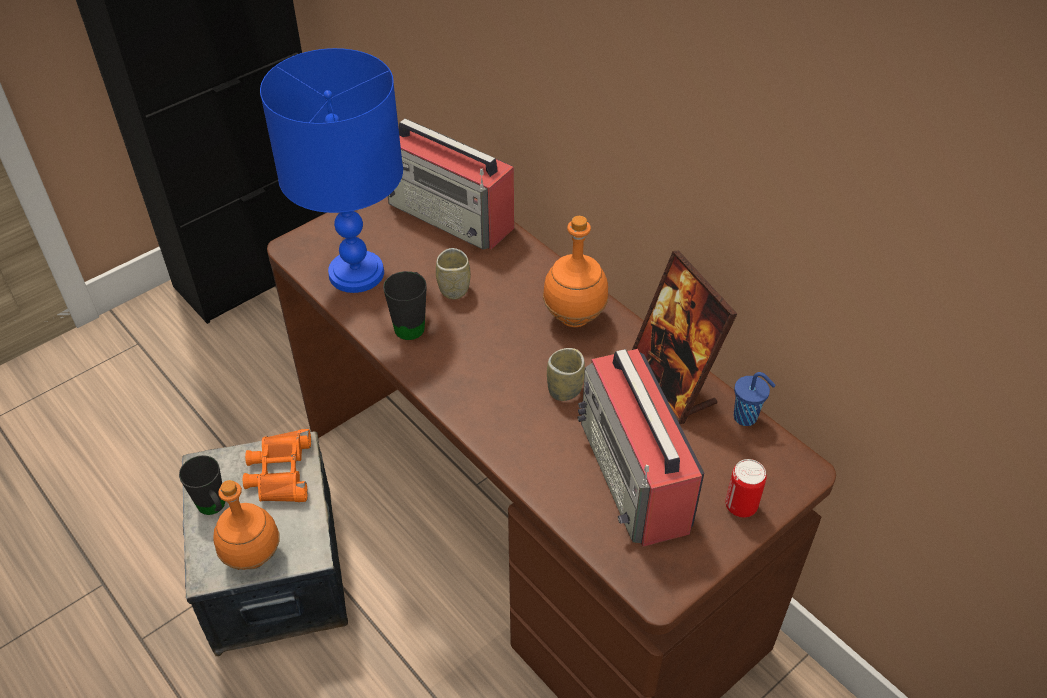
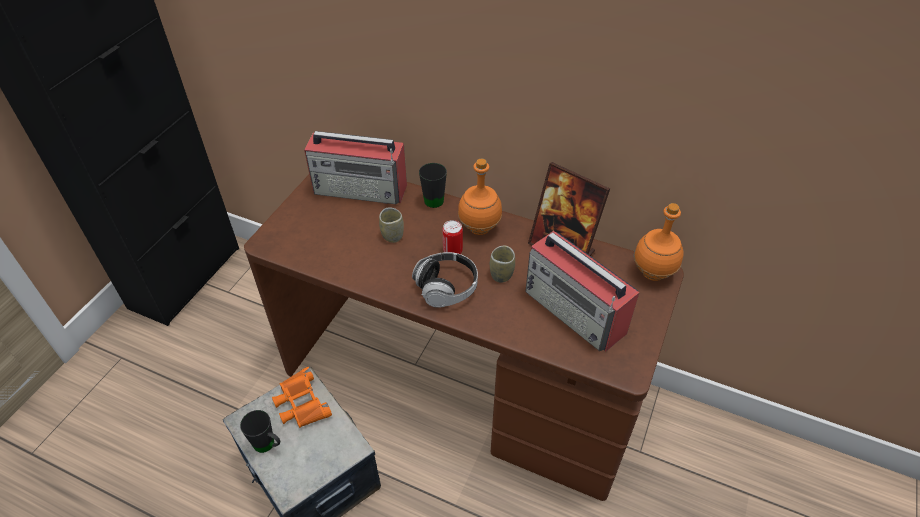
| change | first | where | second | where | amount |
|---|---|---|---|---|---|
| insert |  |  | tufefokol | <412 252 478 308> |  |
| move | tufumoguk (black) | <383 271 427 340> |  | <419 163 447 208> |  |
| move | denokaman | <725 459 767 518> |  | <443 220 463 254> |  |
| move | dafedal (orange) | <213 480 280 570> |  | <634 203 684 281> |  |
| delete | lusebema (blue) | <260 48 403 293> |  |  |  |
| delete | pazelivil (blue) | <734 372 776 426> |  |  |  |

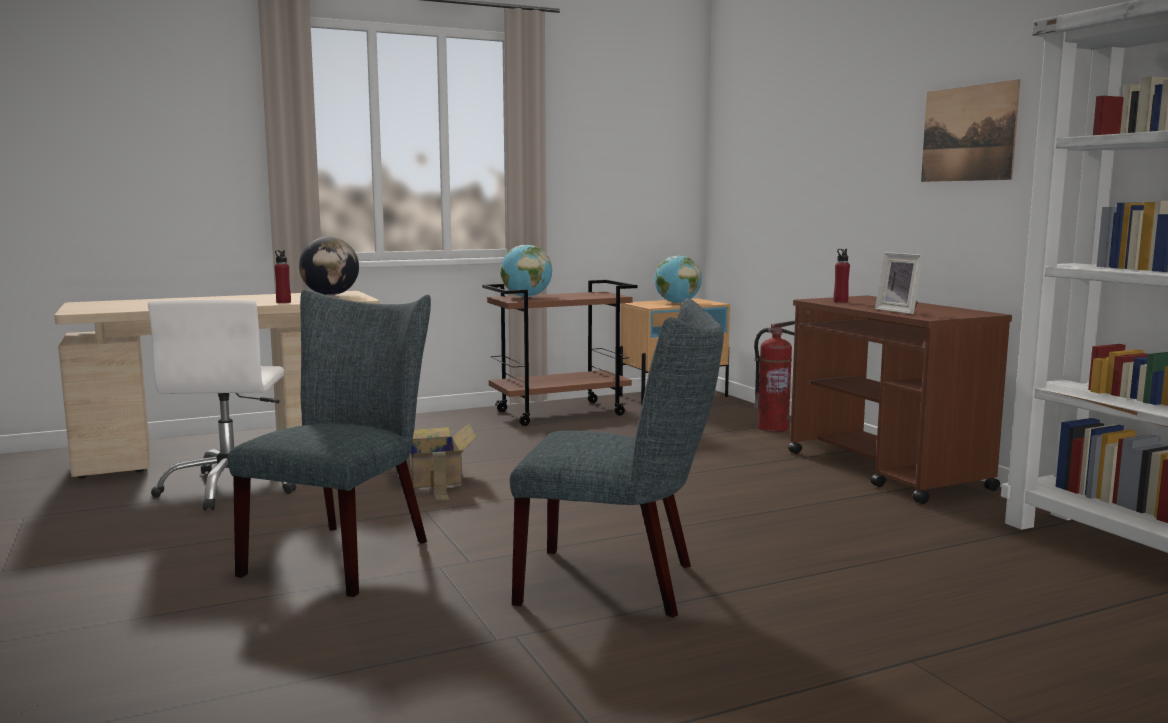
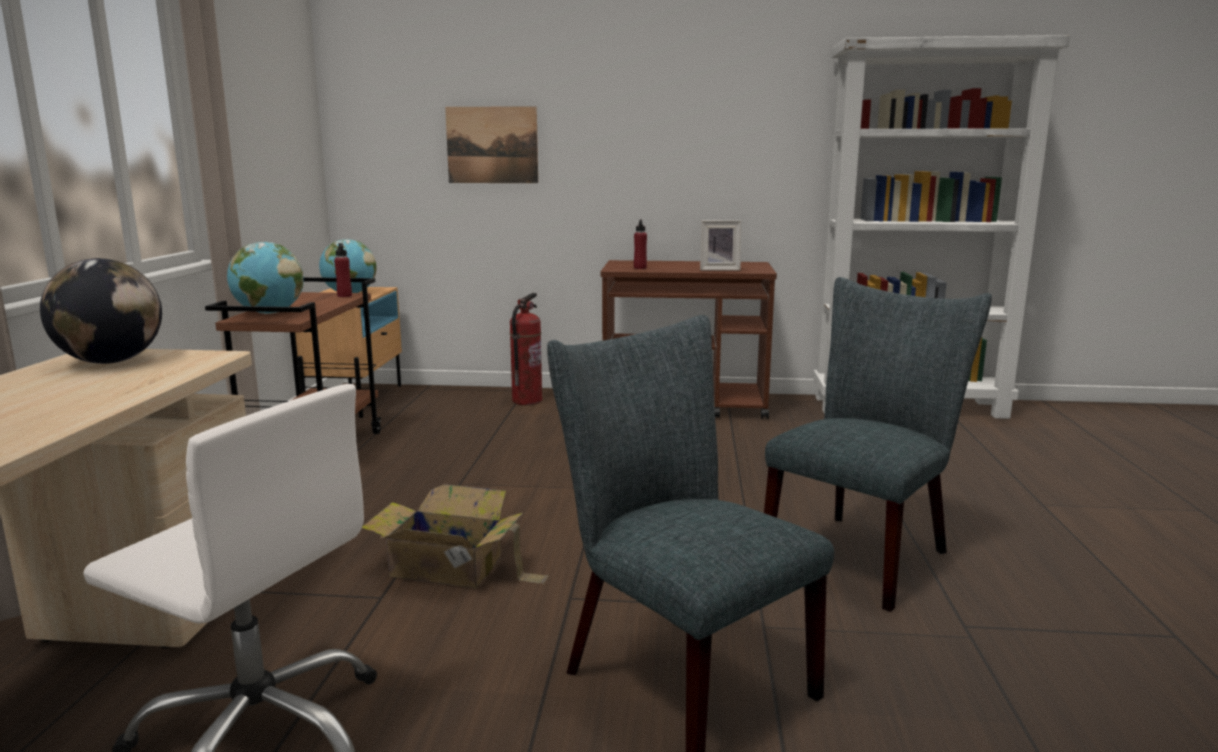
| change | first | where | second | where | amount |
|---|---|---|---|---|---|
| move | dafedal (red) | <274 250 291 303> |  | <334 243 352 297> |  |
| move | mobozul | <921 79 1020 182> |  | <445 106 538 183> |  |

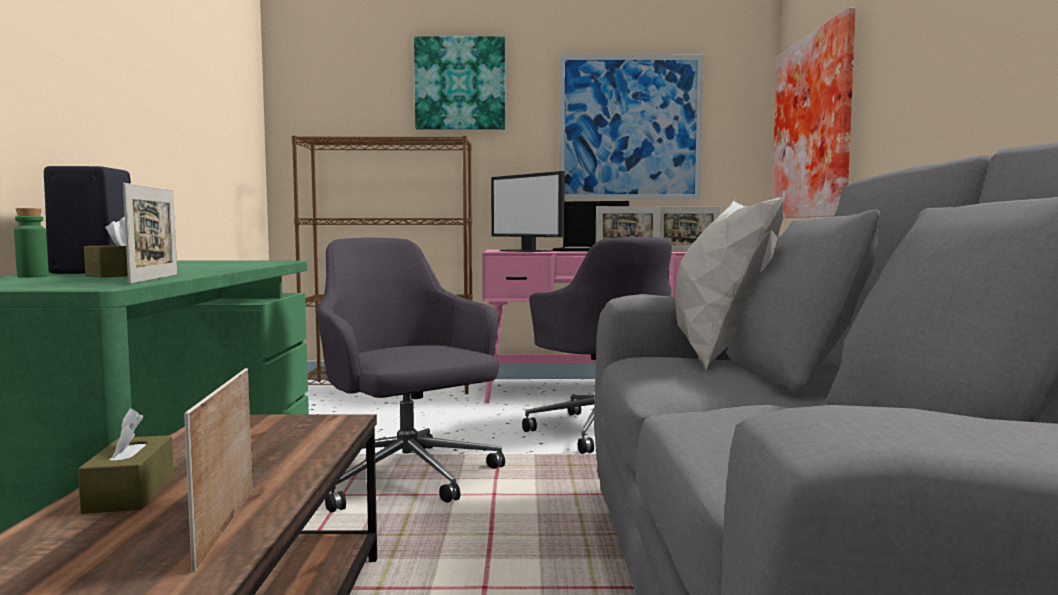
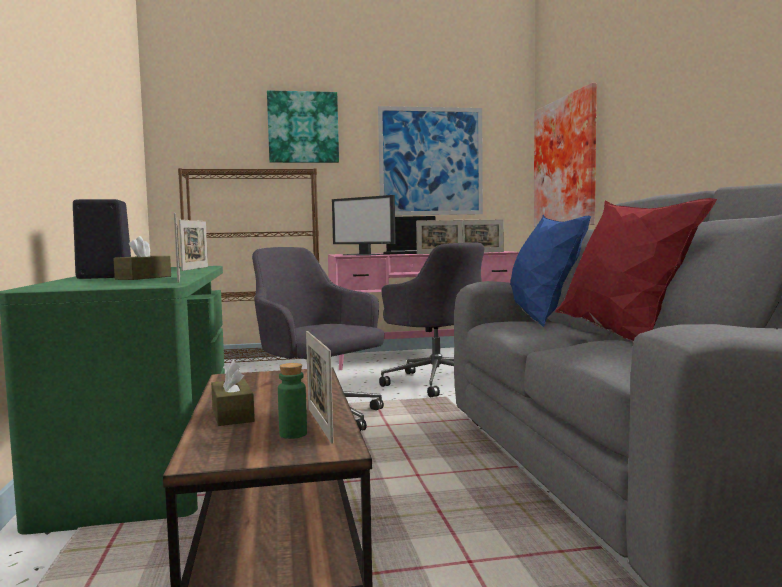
| change | first | where | second | where | amount |
|---|---|---|---|---|---|
| insert |  |  | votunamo | <179 220 208 271> |  |
| move | dafedal (green) | <14 208 49 277> |  | <278 363 307 439> |  |
| recolor | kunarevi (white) | <675 197 784 370> | kunarevi (blue) | <510 215 591 327> |  |
| insert |  |  | kunarevi (red) | <555 198 717 342> |  |

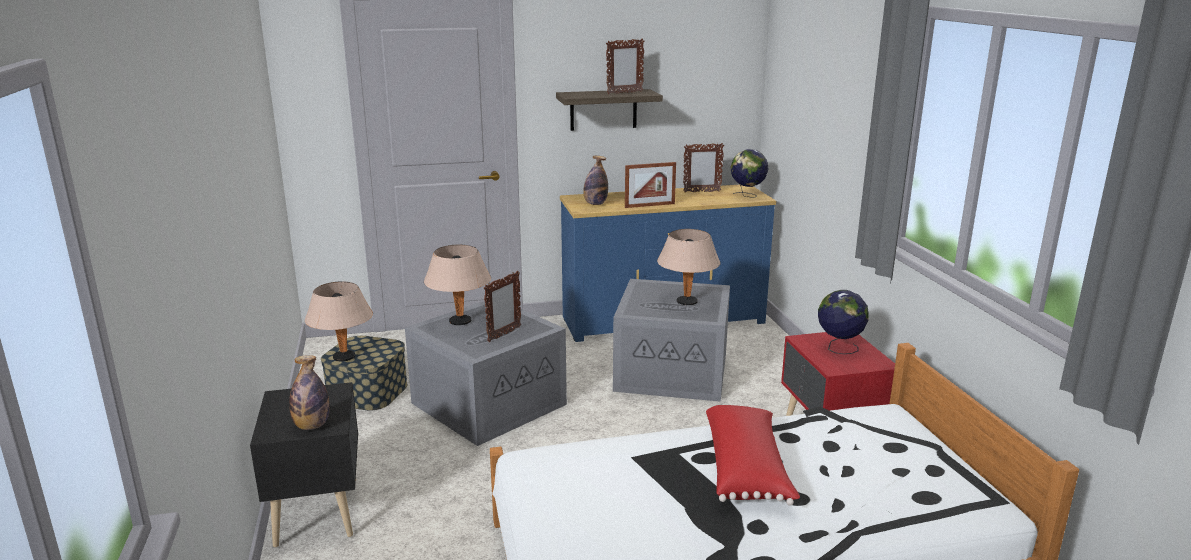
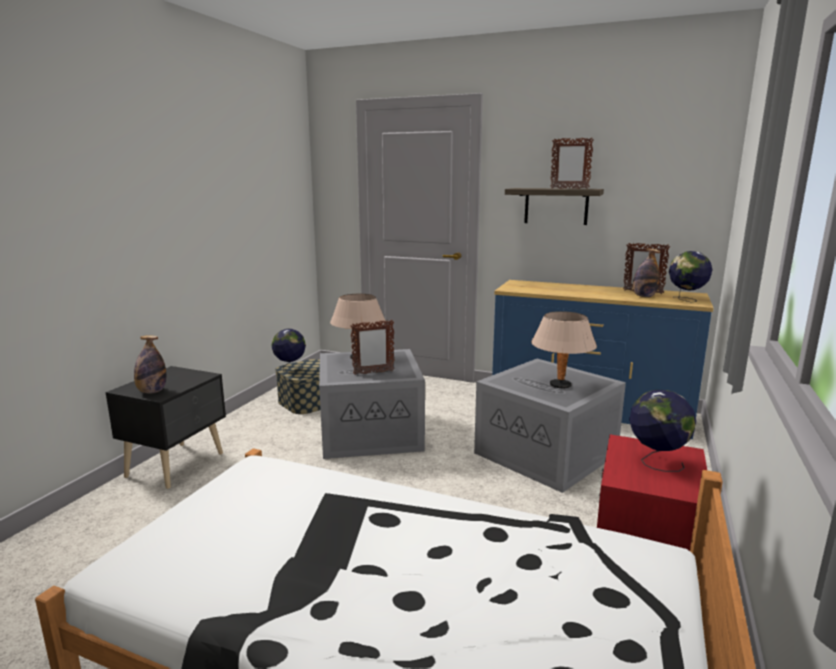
| change | first | where | second | where | amount |
|---|---|---|---|---|---|
| replace | lusebema (beige) | <305 281 373 362> | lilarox | <271 329 306 372> |  |
| move | dafedal | <583 156 608 205> |  | <633 248 660 297> |  |
| delete | votunamo | <625 162 676 208> |  |  |  |
| delete | kunarevi (red) | <706 405 800 506> |  |  |  |

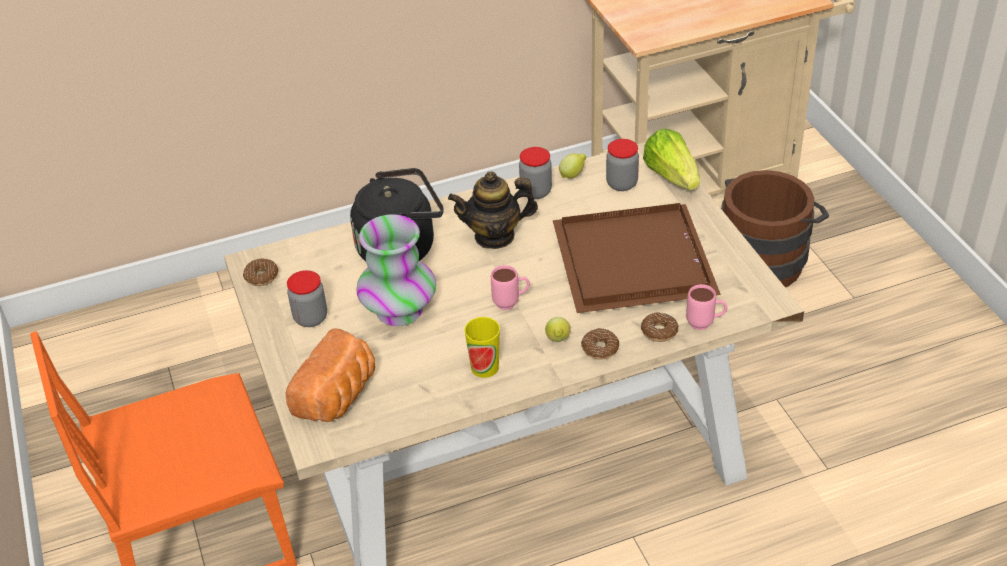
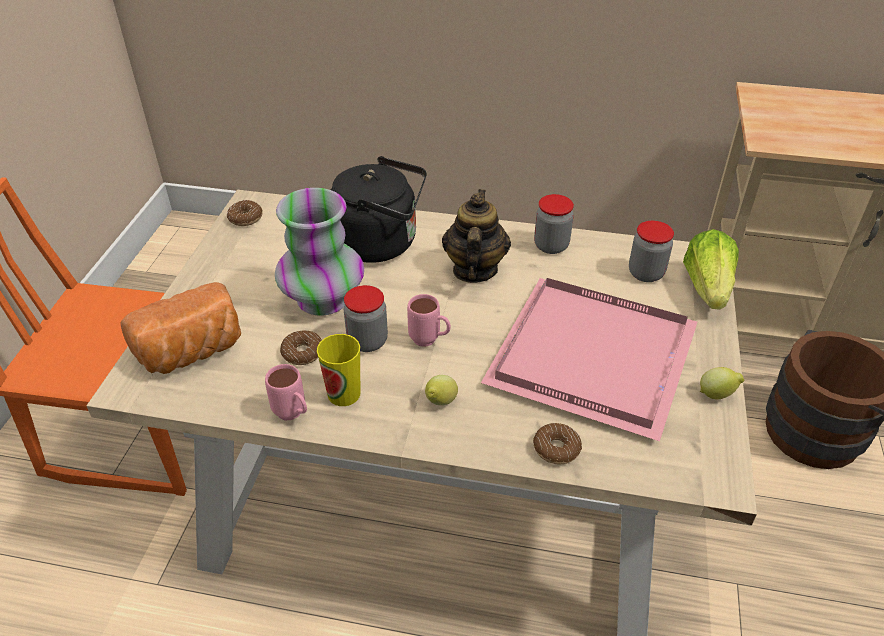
| change | first | where | second | where | amount |
|---|---|---|---|---|---|
| move | tufumoguk (pink) | <686 284 727 330> |  | <265 364 307 420> |  |
| move | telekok | <581 328 619 359> |  | <280 331 322 365> |  |
| move | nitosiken | <287 270 327 327> |  | <344 285 388 352> |  |
| rotate | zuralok | <448 172 538 249> |  | <442 189 511 283> | 75 degrees clockwise |
| recolor | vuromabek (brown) | <553 203 721 313> | vuromabek (pink) | <481 278 697 441> |  |
| move | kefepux | <559 153 586 179> |  | <700 367 745 399> |  |

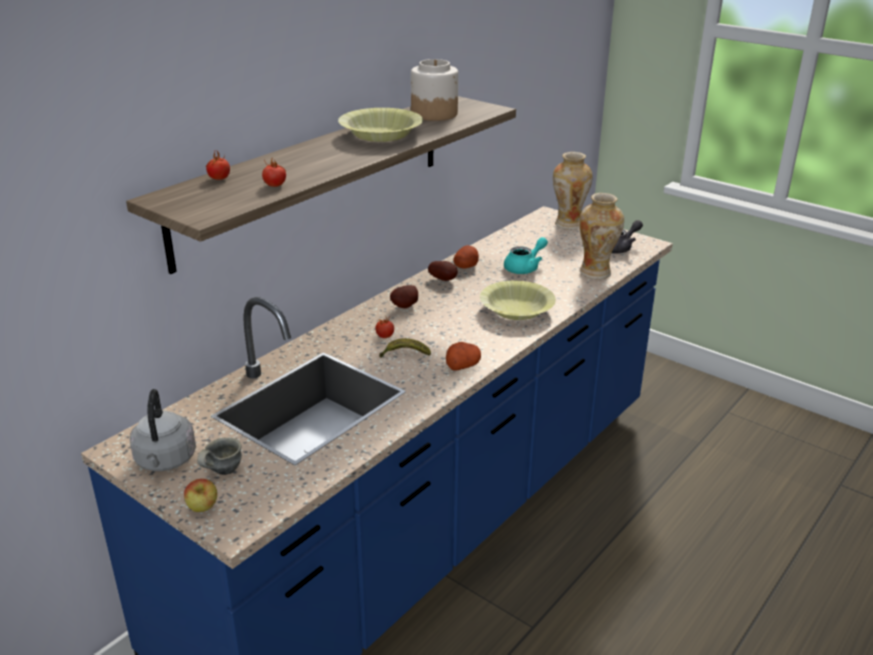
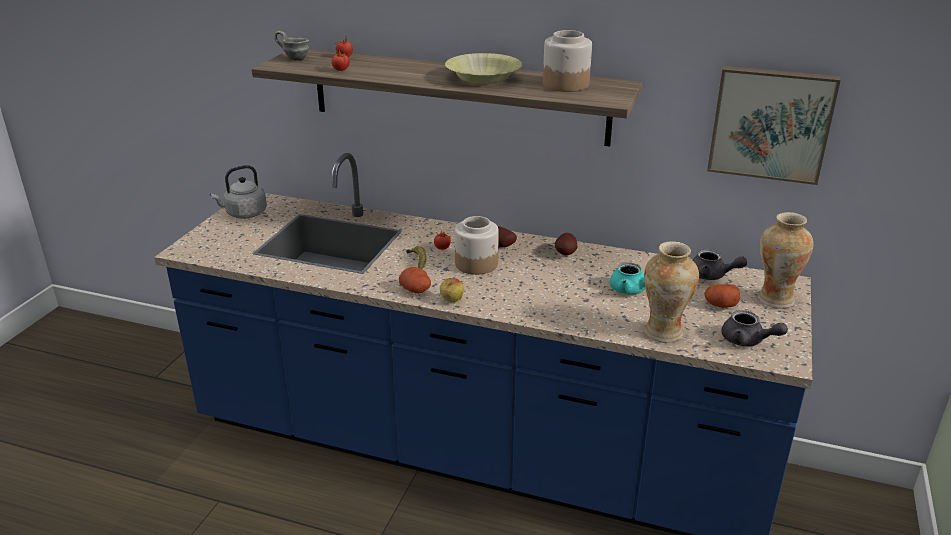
| change | first | where | second | where | amount |
|---|---|---|---|---|---|
| move | tufumoguk (grey) | <197 438 242 475> |  | <274 31 309 61> |  |
| move | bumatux | <184 479 217 512> |  | <440 278 464 302> |  |
| insert |  |  | nitosiken | <455 216 499 275> |  |
| insert |  |  | zuralok (grey) | <692 249 747 280> |  |
| move | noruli | <453 245 479 269> |  | <705 284 740 308> |  |
| insert |  |  | mobozul | <707 66 841 185> |  |
| delete | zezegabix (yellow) | <480 281 556 320> |  |  |  |

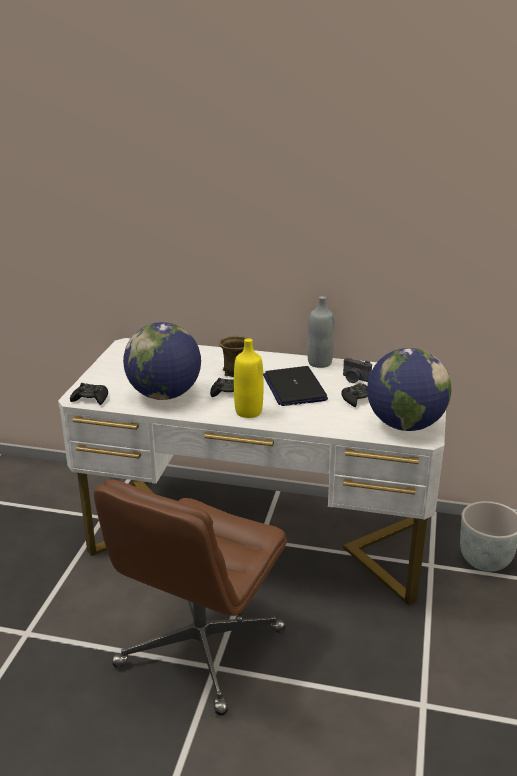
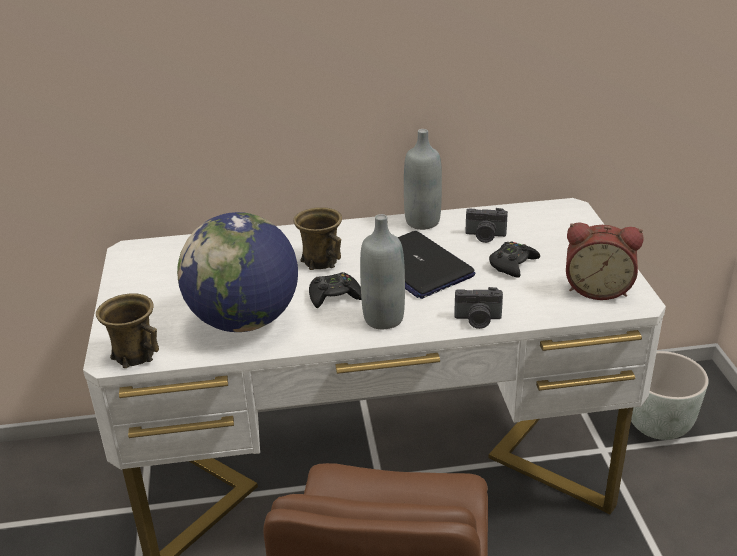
| change | first | where | second | where | amount |
|---|---|---|---|---|---|
| replace | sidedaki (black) | <70 383 108 405> | tufumoguk (brown) | <96 293 159 368> |  |
| recolor | dafedal (yellow) | <234 338 263 418> | dafedal (grey) | <360 214 405 329> |  |
| insert |  |  | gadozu | <454 287 503 329> |  |
| replace | lilarox | <367 348 452 431> | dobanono | <566 222 644 300> |  |

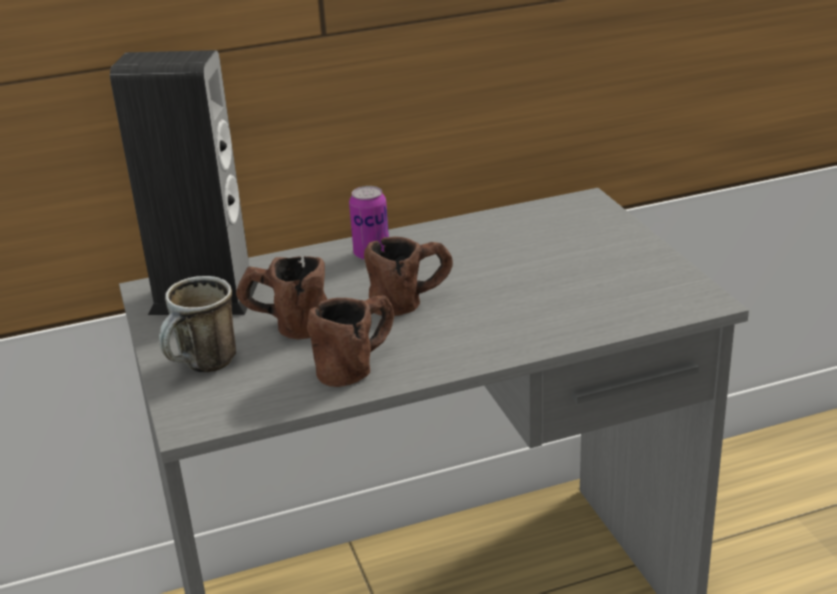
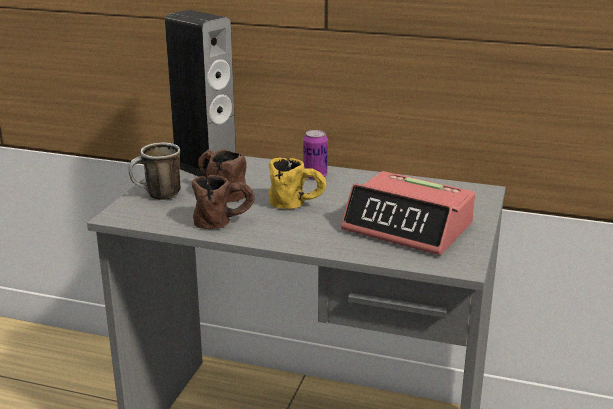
| change | first | where | second | where | amount |
|---|---|---|---|---|---|
| recolor | tufumoguk (brown) | <364 237 453 316> | tufumoguk (yellow) | <268 158 326 209> |  |
| insert |  |  | dobanono | <341 171 475 255> |  |

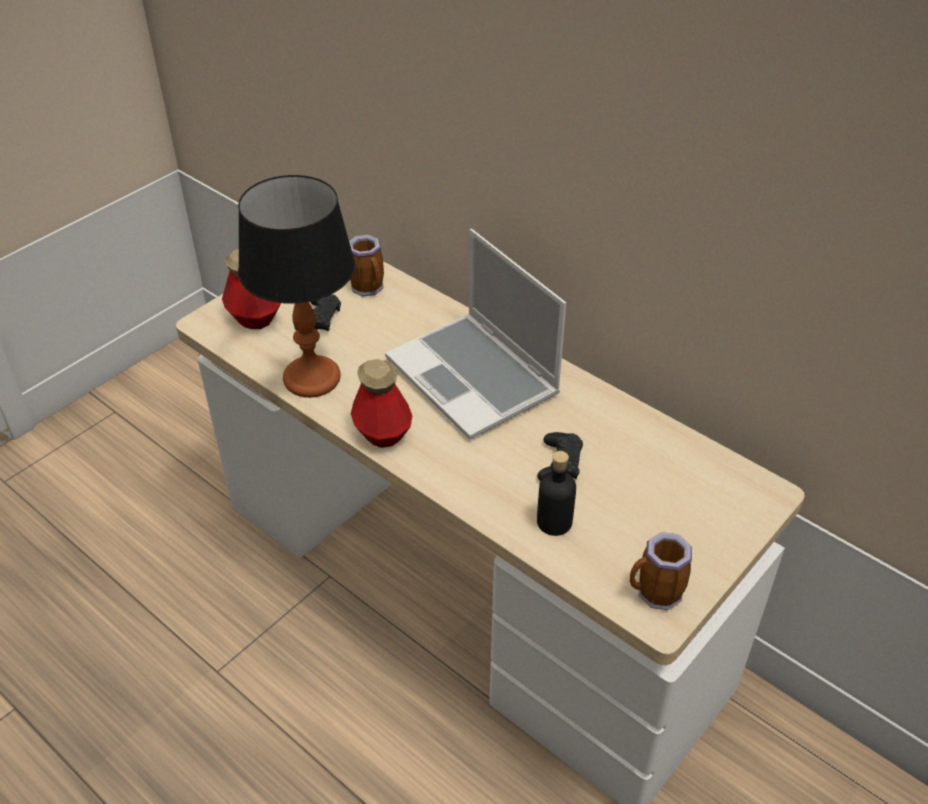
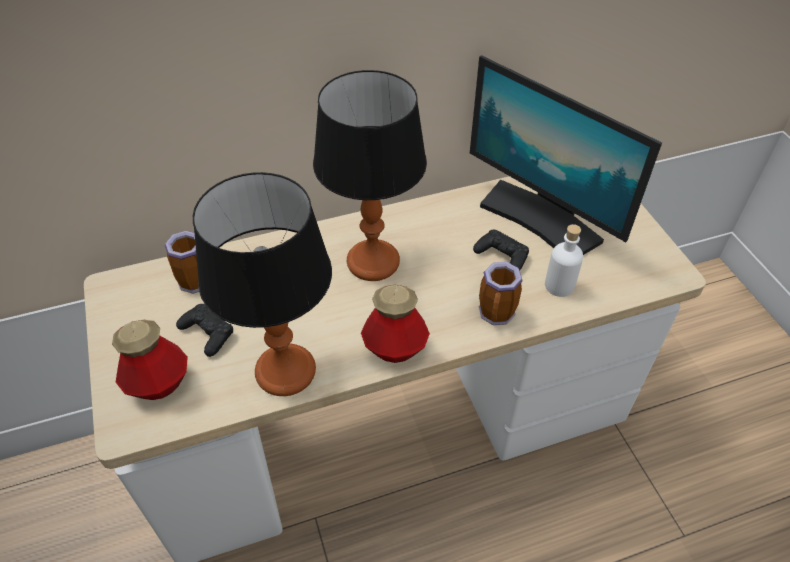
| change | first | where | second | where | amount |
|---|---|---|---|---|---|
| replace | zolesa | <385 229 566 440> | lusebema | <313 70 427 281> |  |
| insert |  |  | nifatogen | <470 55 662 255> |  |
| move | tufumoguk | <630 532 692 610> |  | <479 262 523 325> |  |
| recolor | dafedal (black) | <537 451 576 536> | dafedal (white) | <545 224 583 297> |  |

